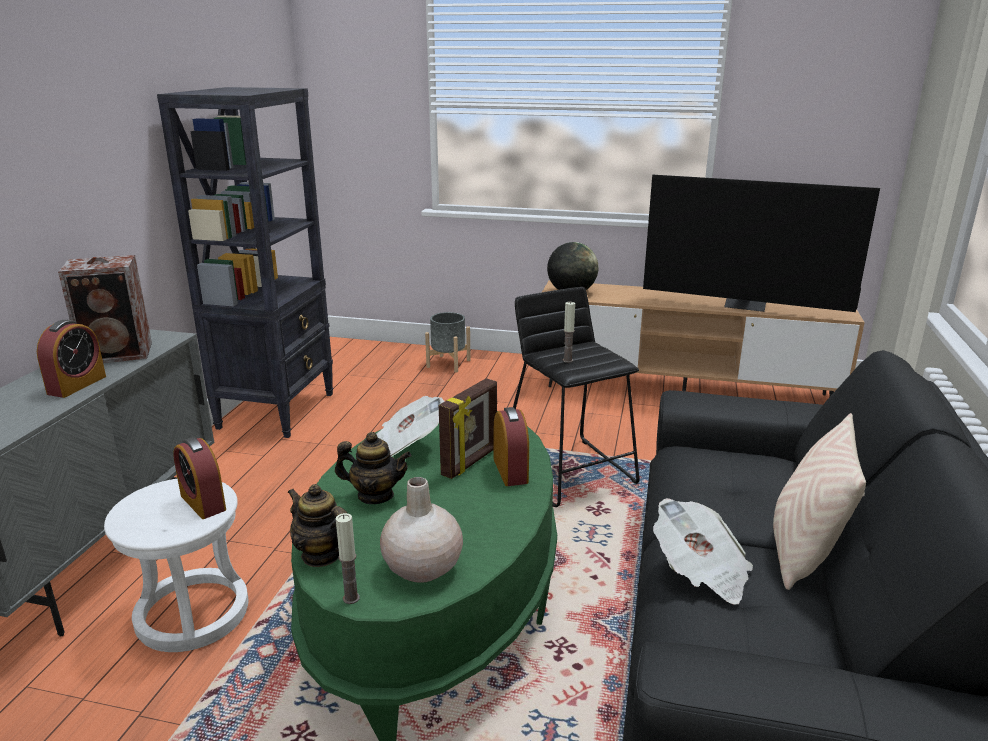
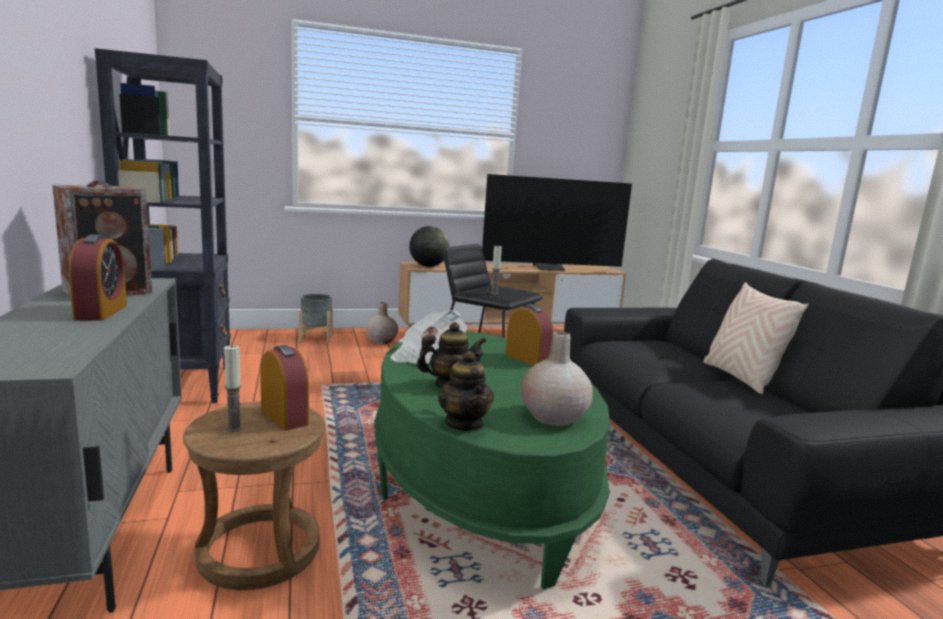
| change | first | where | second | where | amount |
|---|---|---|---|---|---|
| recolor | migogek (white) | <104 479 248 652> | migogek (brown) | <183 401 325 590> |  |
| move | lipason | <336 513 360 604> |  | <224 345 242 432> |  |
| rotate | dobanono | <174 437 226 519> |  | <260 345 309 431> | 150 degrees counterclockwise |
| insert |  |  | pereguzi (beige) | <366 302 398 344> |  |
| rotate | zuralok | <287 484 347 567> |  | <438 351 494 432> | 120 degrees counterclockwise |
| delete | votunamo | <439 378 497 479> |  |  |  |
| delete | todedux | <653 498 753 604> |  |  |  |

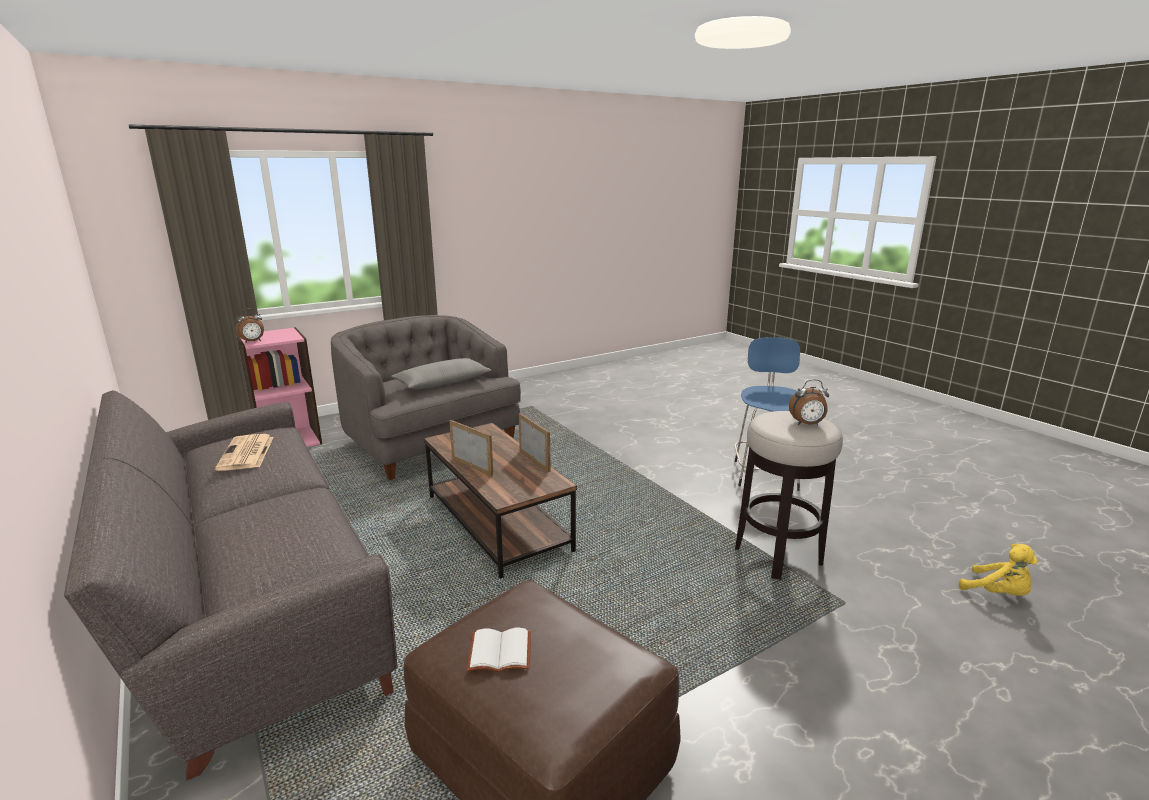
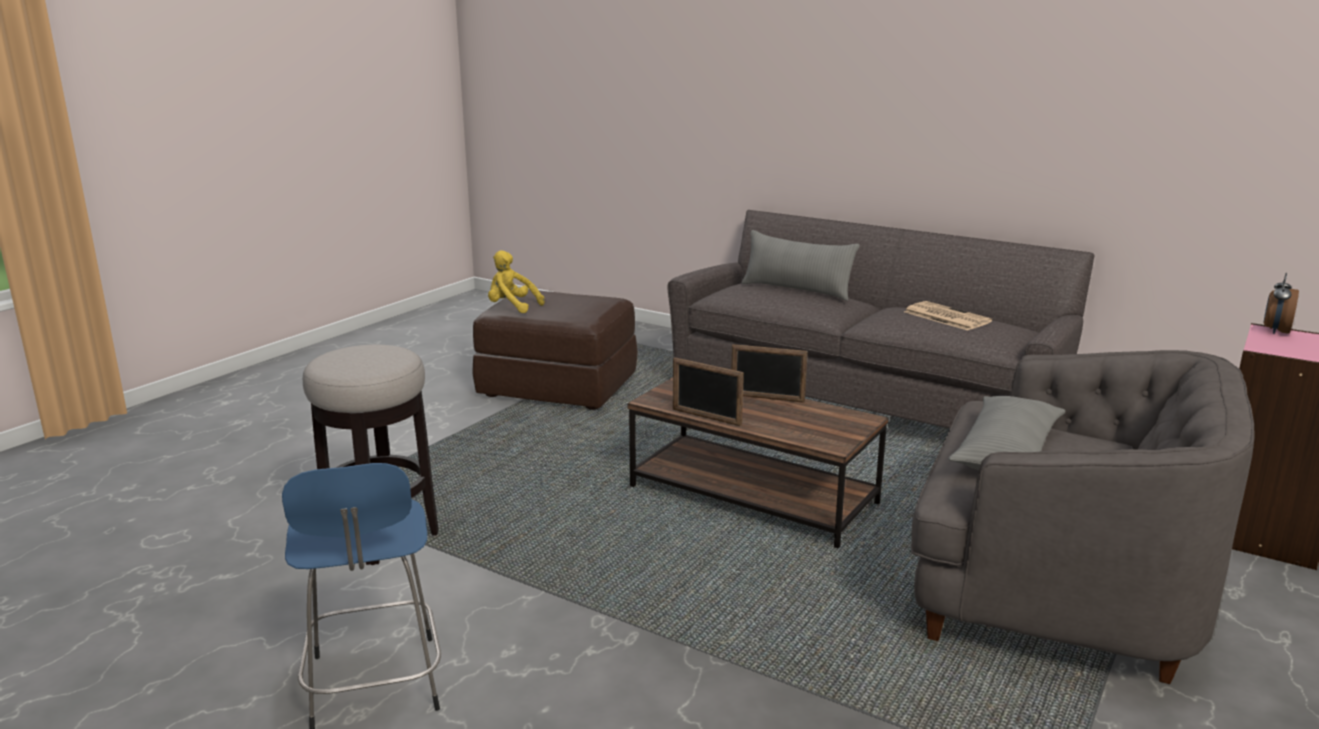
| change | first | where | second | where | amount |
|---|---|---|---|---|---|
| move | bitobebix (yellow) | <959 543 1038 596> |  | <488 250 545 313> |  |
| insert |  |  | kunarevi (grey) | <742 230 860 301> |  |
| delete | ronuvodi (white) | <467 628 531 672> |  |  |  |
| delete | dobanono | <789 379 829 425> |  |  |  |

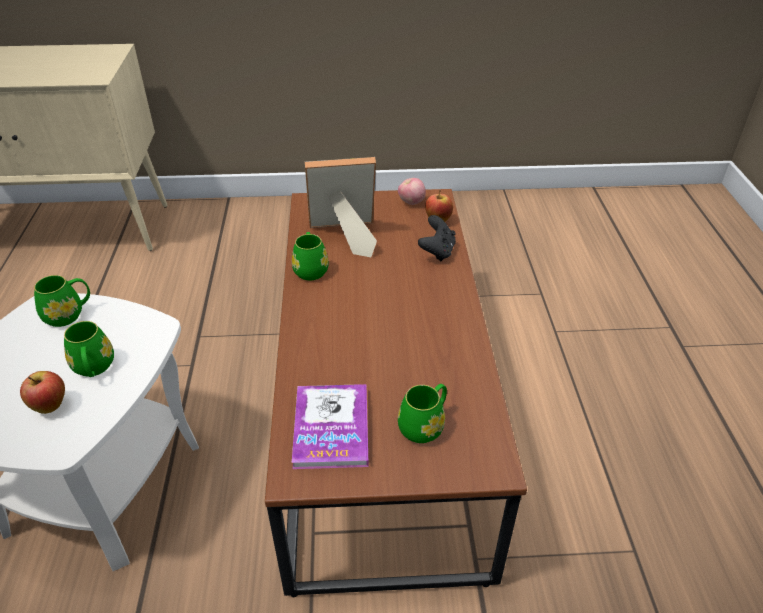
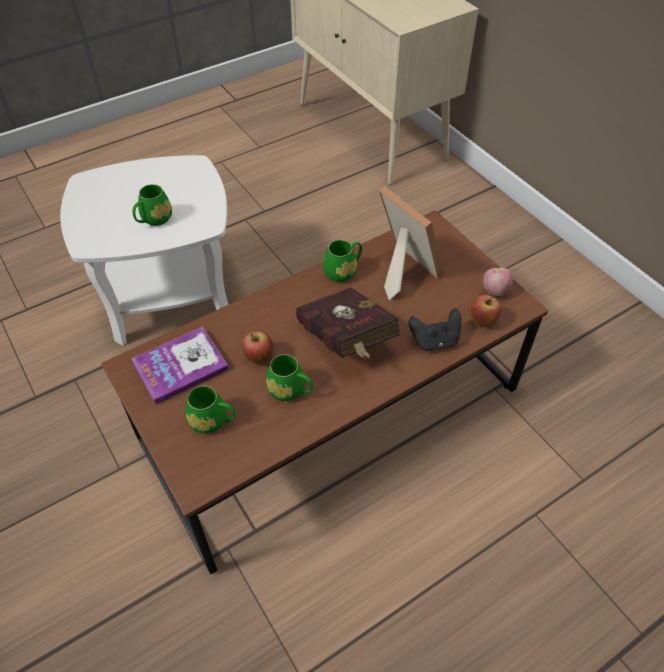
| change | first | where | second | where | amount |
|---|---|---|---|---|---|
| move | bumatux | <20 371 65 414> |  | <242 331 274 364> |  |
| move | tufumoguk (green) | <34 275 90 327> |  | <266 354 313 401> |  |
| insert |  |  | ronuvodi (red) | <296 287 400 359> |  |

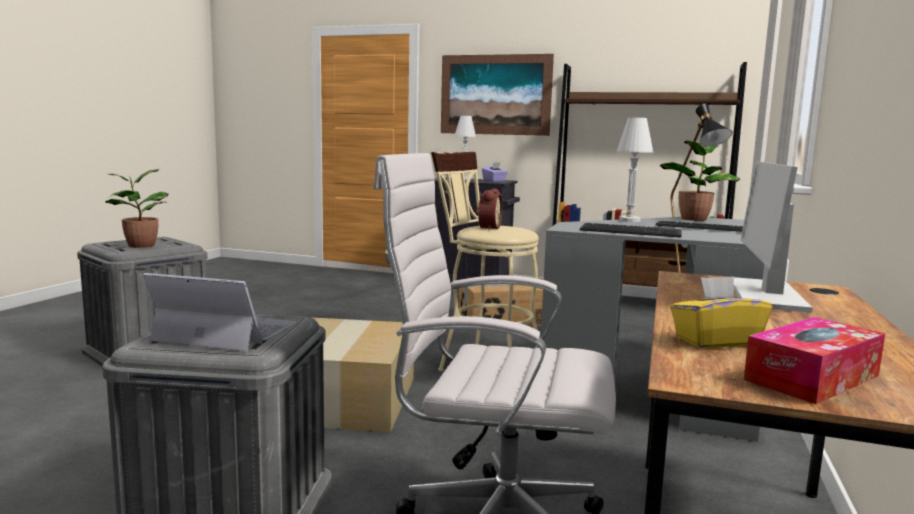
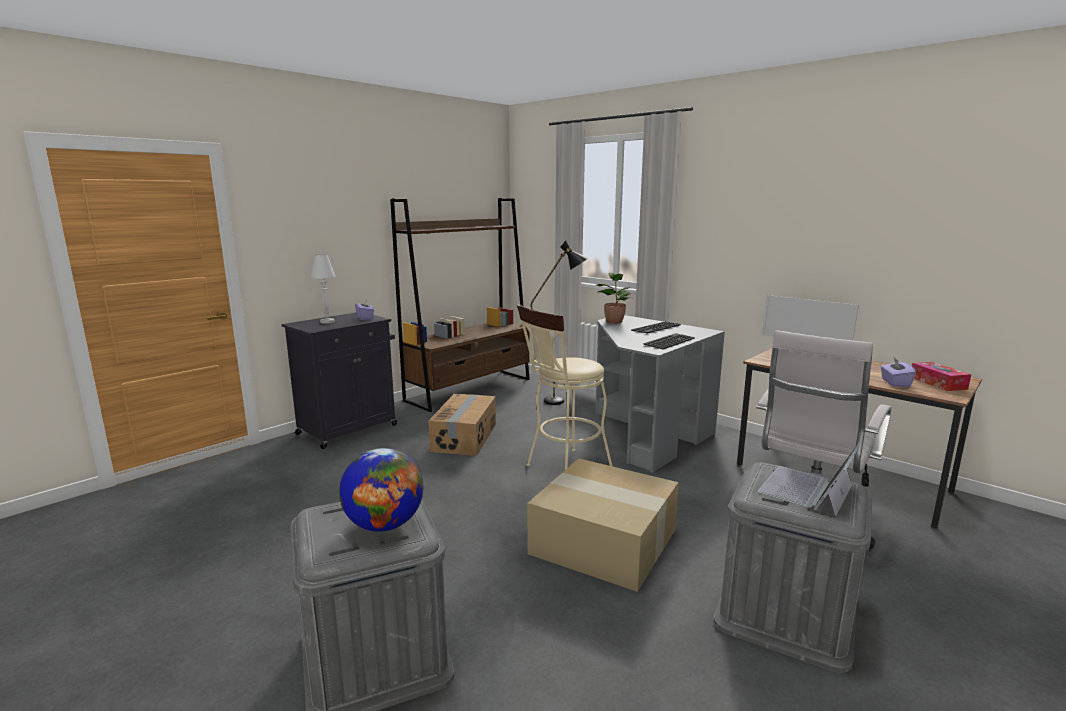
| change | first | where | second | where | amount |
|---|---|---|---|---|---|
| replace | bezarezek | <105 169 169 248> | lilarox | <339 448 423 532> |  |
| recolor | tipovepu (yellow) | <670 276 772 349> | tipovepu (purple) | <880 356 916 387> |  |
| delete | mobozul | <441 54 554 136> |  |  |  |
| delete | dobanono | <476 188 503 230> |  |  |  |
| delete | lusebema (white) | <617 118 654 222> |  |  |  |

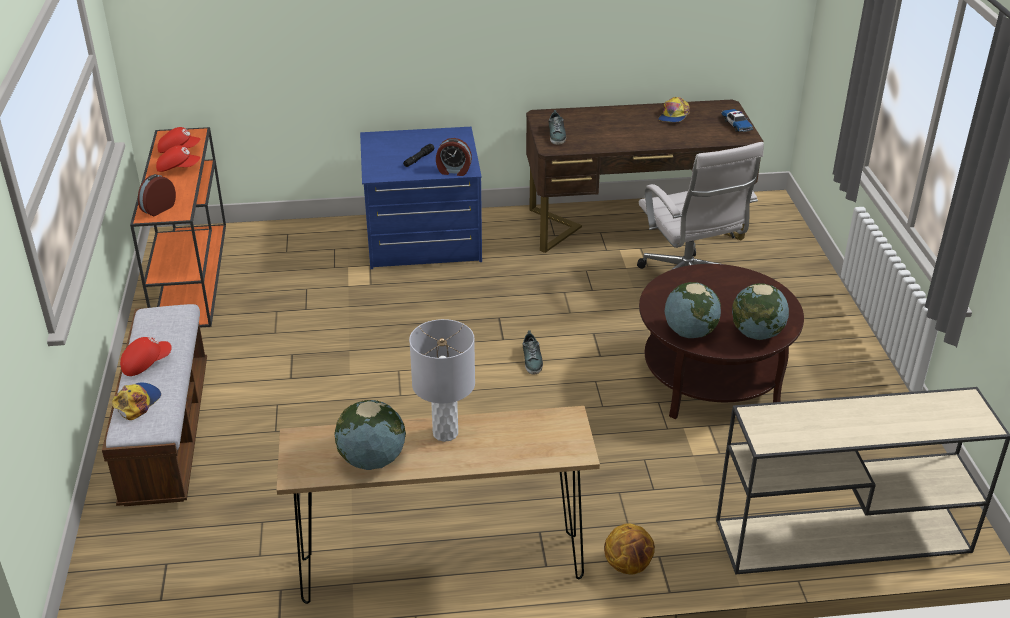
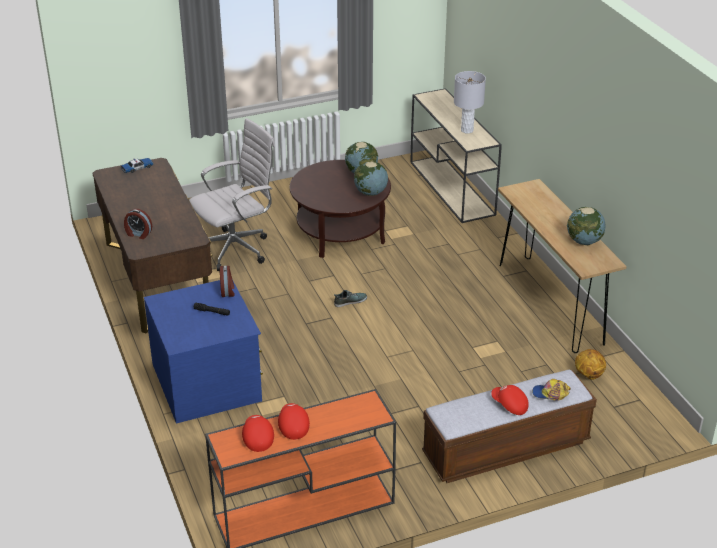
| change | first | where | second | where | amount |
|---|---|---|---|---|---|
| move | dobanono | <138 174 176 216> |  | <124 209 152 239> |  |
| move | lusebema (grey) | <409 319 475 442> |  | <454 71 486 134> |  |
| move | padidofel | <604 523 655 574> |  | <575 349 606 380> |  |
| delete | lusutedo | <548 110 566 145> |  |  |  |
| delete | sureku | <658 97 690 122> |  |  |  |

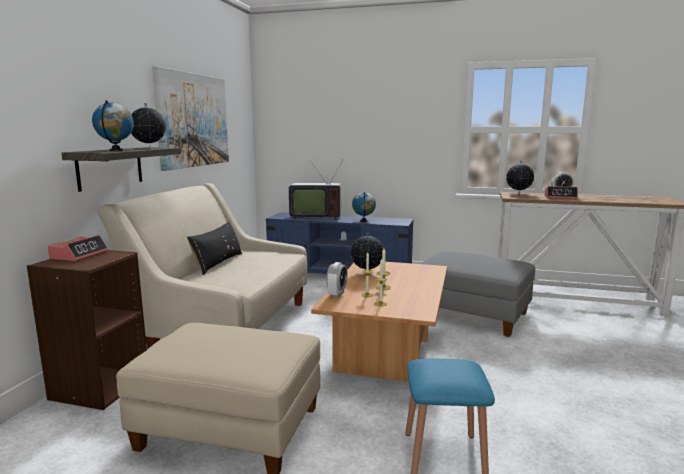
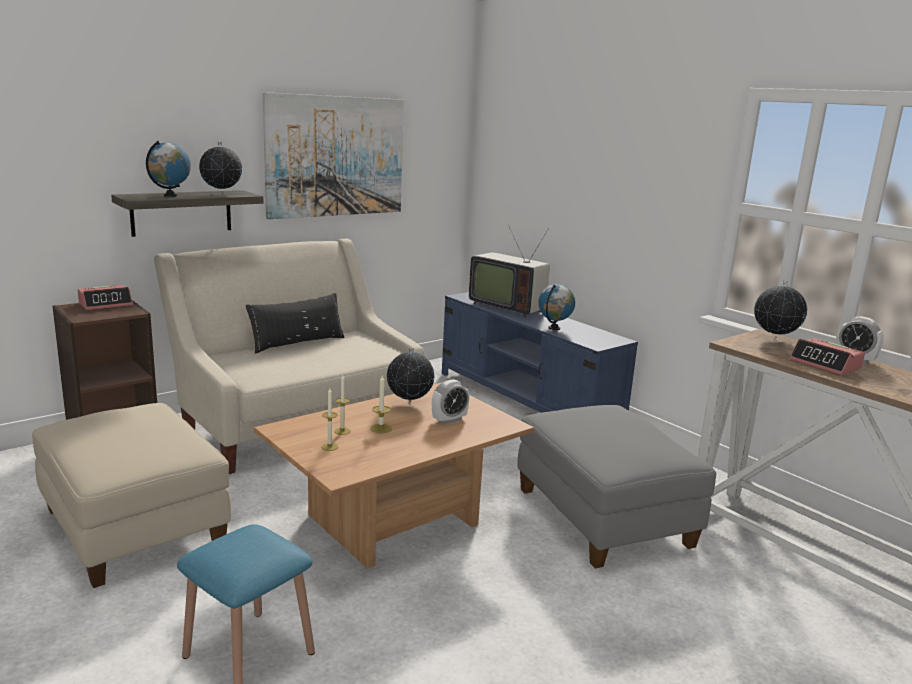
| change | first | where | second | where | amount |
|---|---|---|---|---|---|
| move | dobanono | <326 262 347 297> |  | <432 379 470 424> |  |

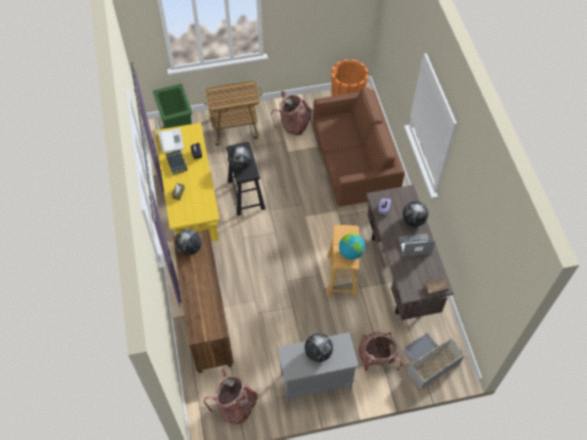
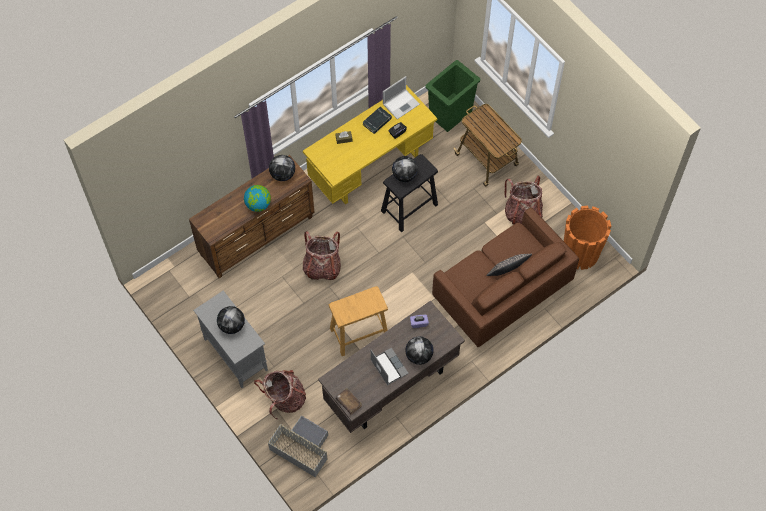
| change | first | where | second | where | amount |
|---|---|---|---|---|---|
| move | lilarox | <339 233 365 260> |  | <244 185 271 212> |  |
| move | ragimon | <204 369 258 424> |  | <303 231 341 280> |  |
| insert |  |  | kunarevi (grey) | <486 254 532 276> |  |

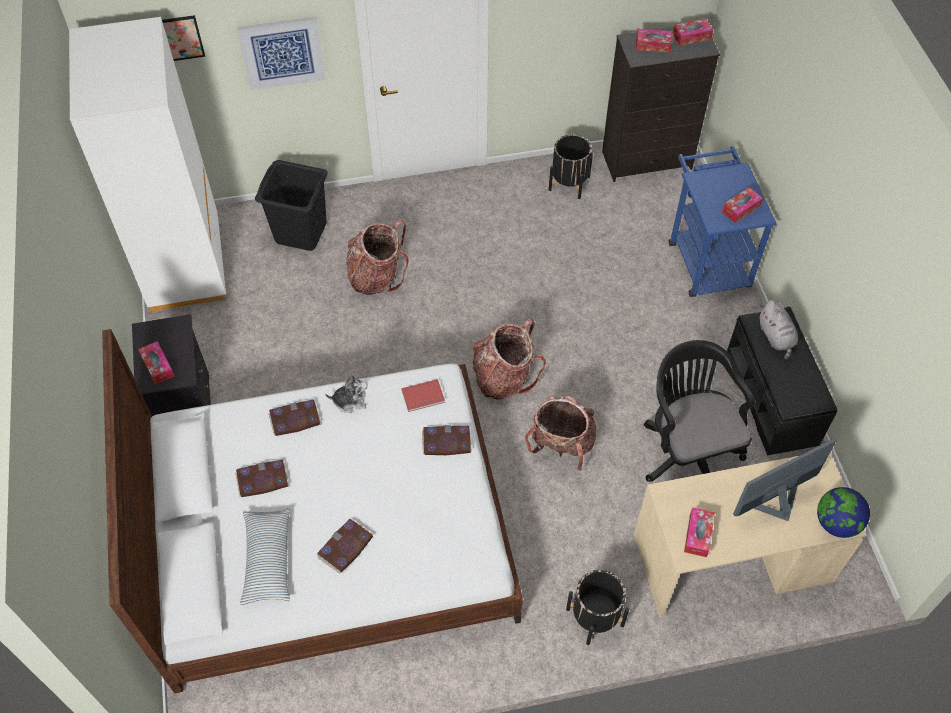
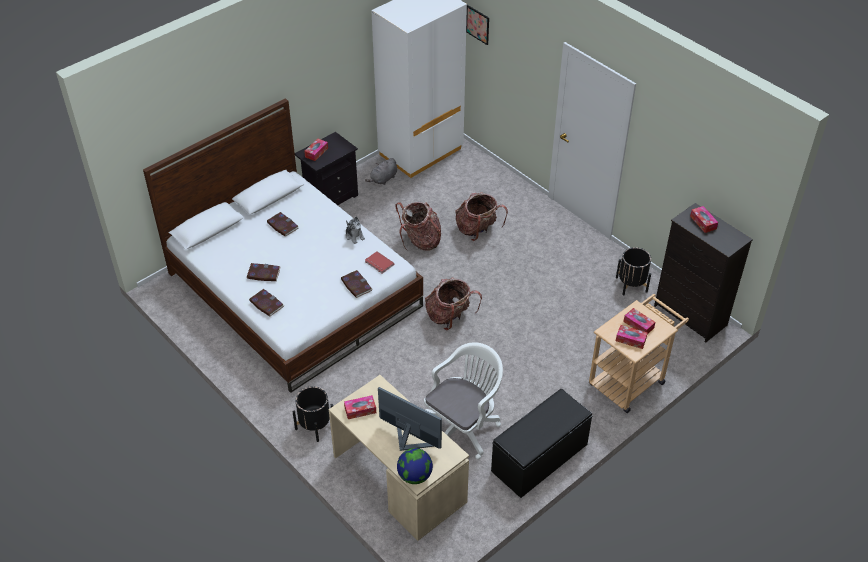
| change | first | where | second | where | amount |
|---|---|---|---|---|---|
| move | ronuvodi | <268 399 321 436> |  | <249 289 284 316> |  |
| move | bitobebix (grey) | <760 300 798 359> |  | <365 158 397 185> |  |
| move | ragimon | <525 395 596 471> |  | <396 202 441 251> |  |
| recolor | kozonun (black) | <644 340 755 482> | kozonun (white) | <424 342 503 460> |  |
| recolor | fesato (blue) | <669 146 777 297> | fesato (beige) | <589 294 689 413> |  |
| move | tipovepu | <673 19 713 46> |  | <623 308 655 333> |  |
| delete | mobozul | <237 17 326 90> |  |  |  |
| delete | kunarevi | <240 508 290 605> |  |  |  |
| delete | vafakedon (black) | <255 160 328 251> |  |  |  |

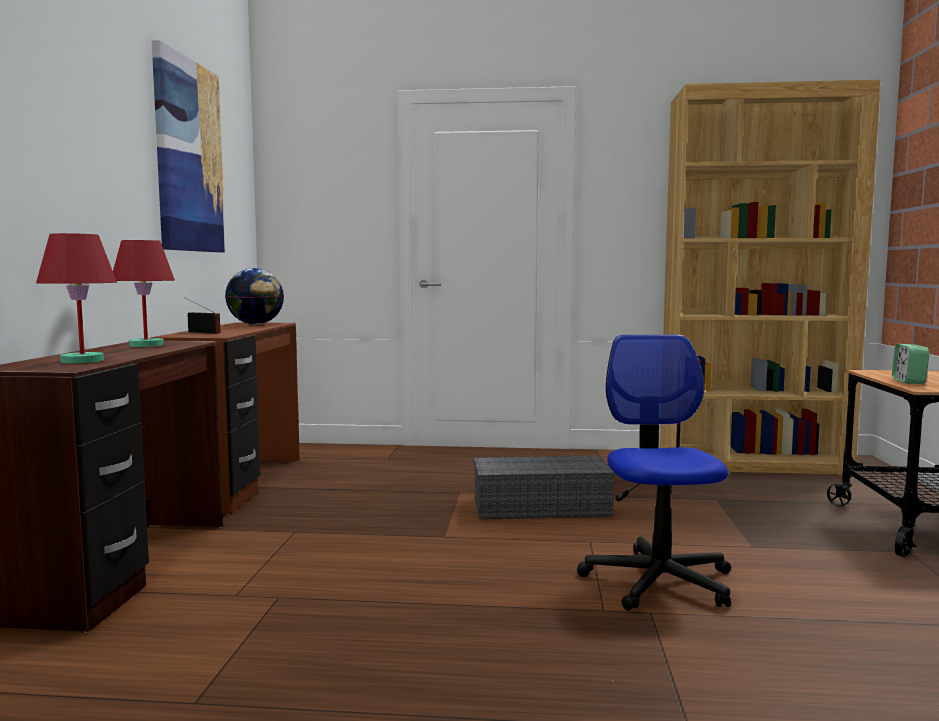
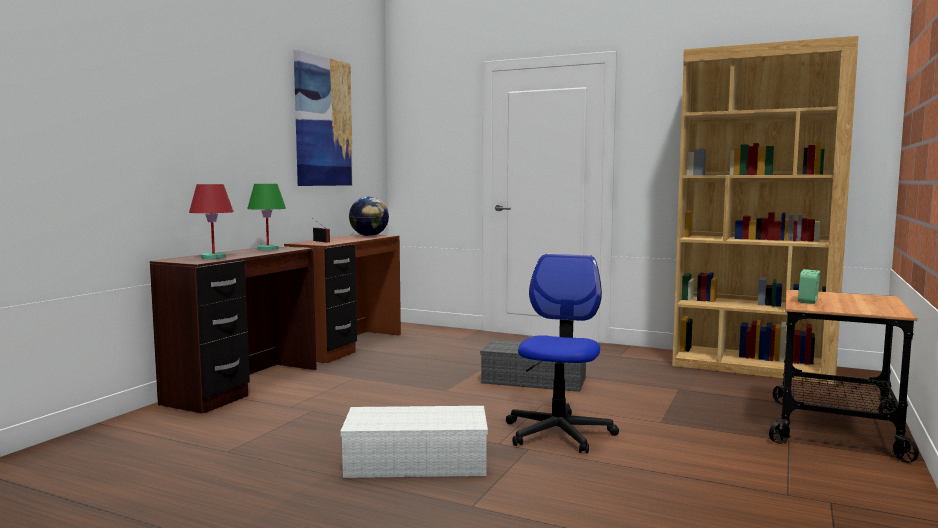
| change | first | where | second | where | amount |
|---|---|---|---|---|---|
| recolor | lusebema (red) | <113 240 175 347> | lusebema (green) | <247 184 286 250> |  |
| insert |  |  | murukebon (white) | <340 406 488 478> |  |

